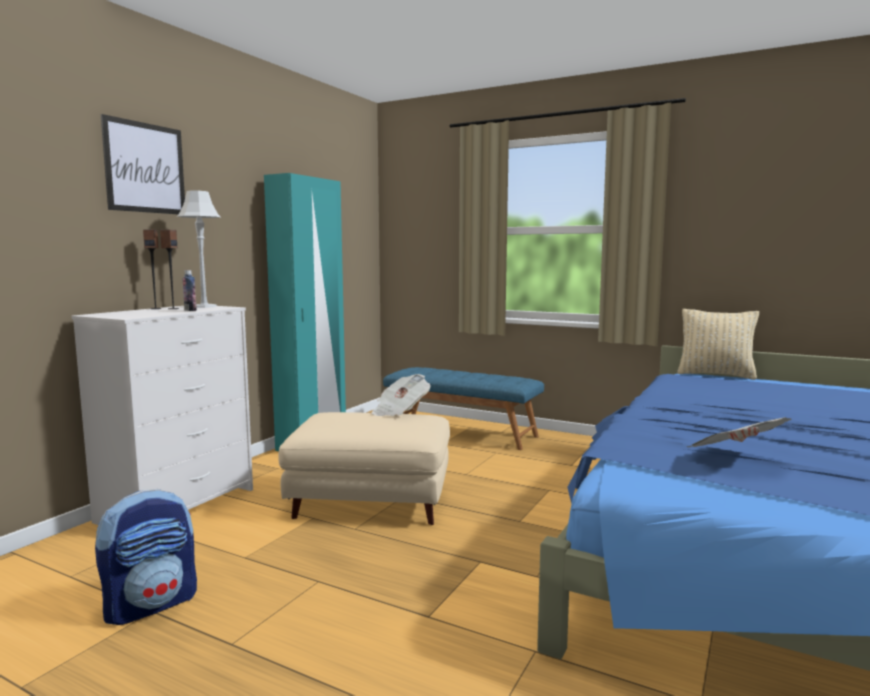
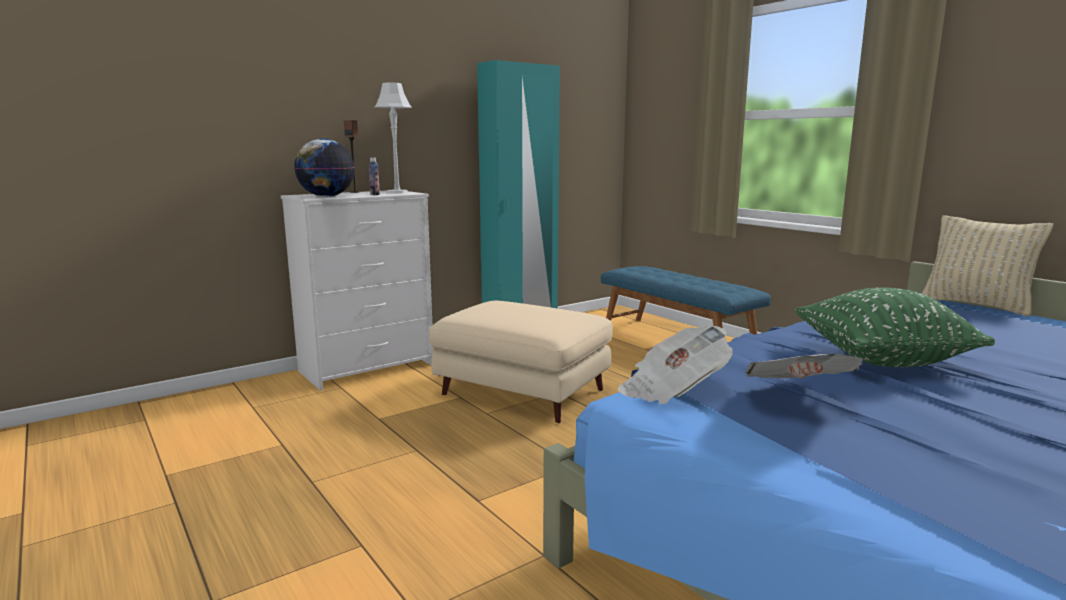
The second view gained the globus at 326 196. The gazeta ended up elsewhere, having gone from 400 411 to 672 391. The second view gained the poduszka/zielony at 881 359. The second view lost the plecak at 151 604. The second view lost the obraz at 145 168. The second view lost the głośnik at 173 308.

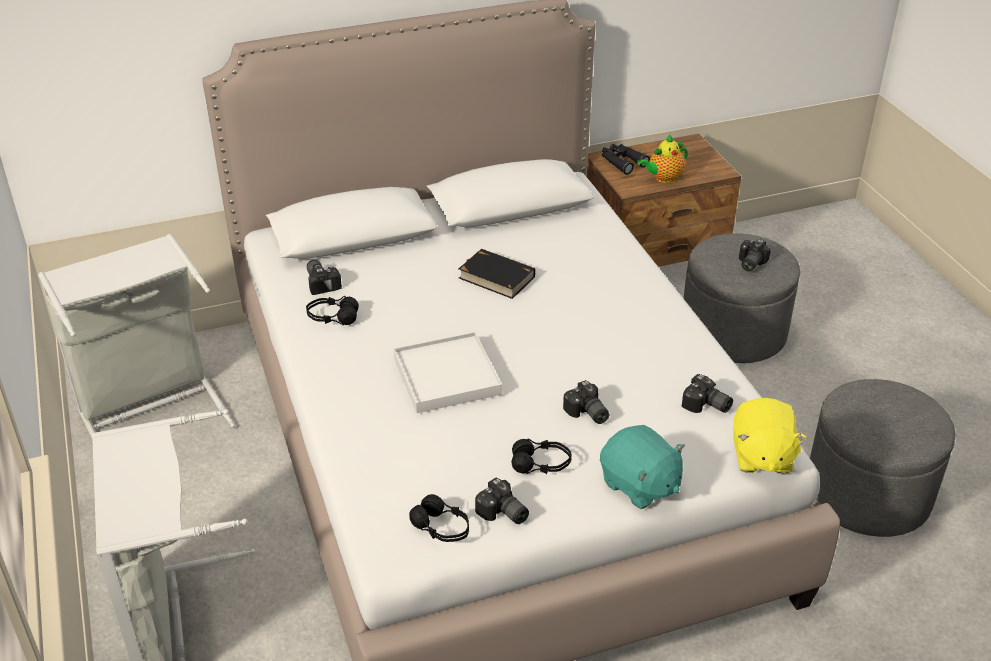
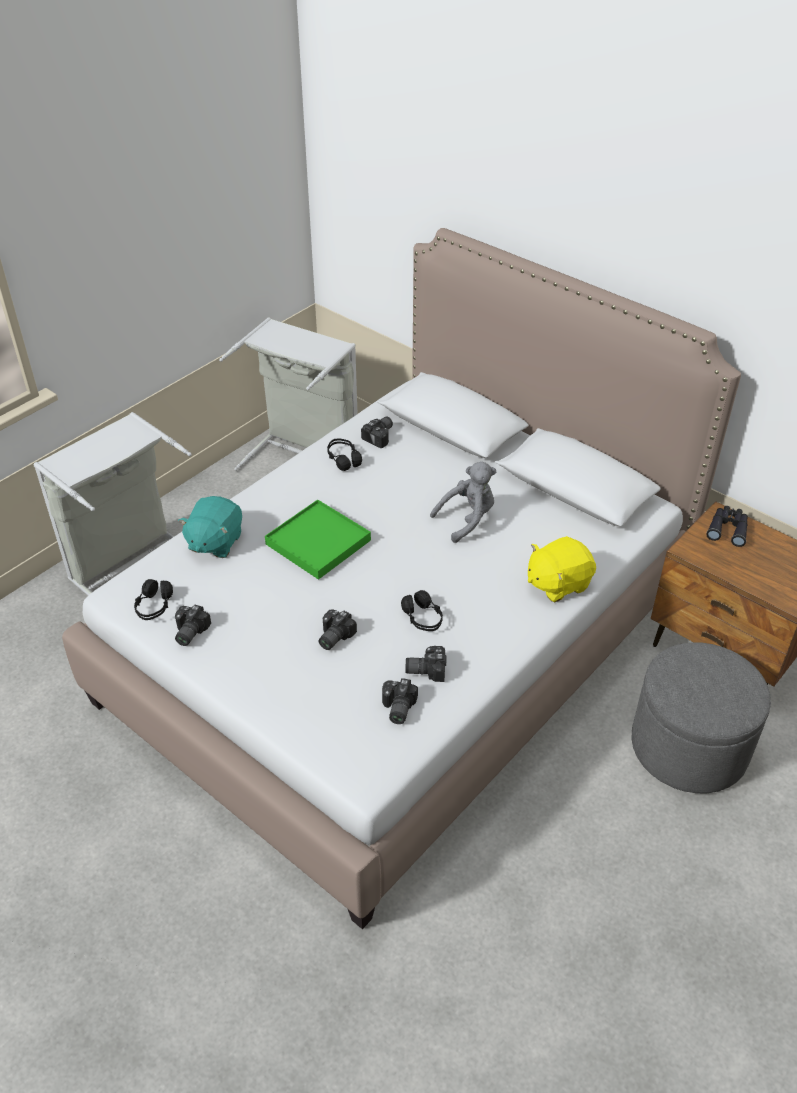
The pluszak/turkusowy ended up elsewhere, having gone from 639 485 to 214 542. What was the taca/biały at 447 376 turned into the taca/zielony at 318 542. The słuchawki/czarny ended up elsewhere, having gone from 541 464 to 423 618. The aparat fotograficzny ended up elsewhere, having gone from 749 263 to 425 669. Where the książka/czarny stood at 496 277, the pluszak/szary came to stand at 467 519. The pluszak/żółty ended up elsewhere, having gone from 761 456 to 557 583. The second view lost the imbryk at 663 178. The second view lost the pufa/szary at 867 493.

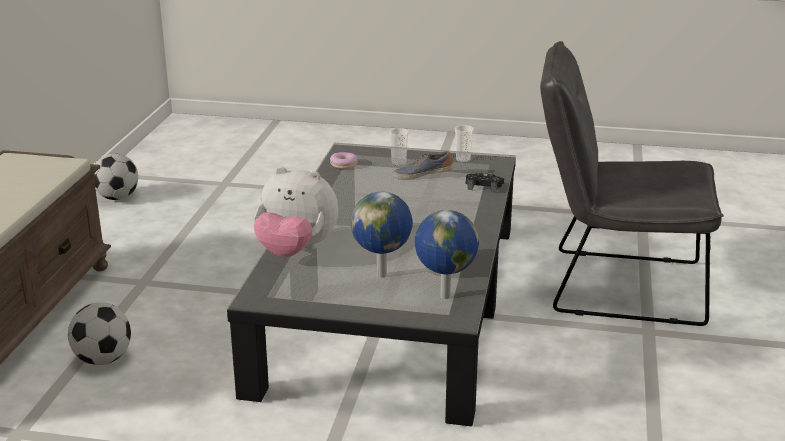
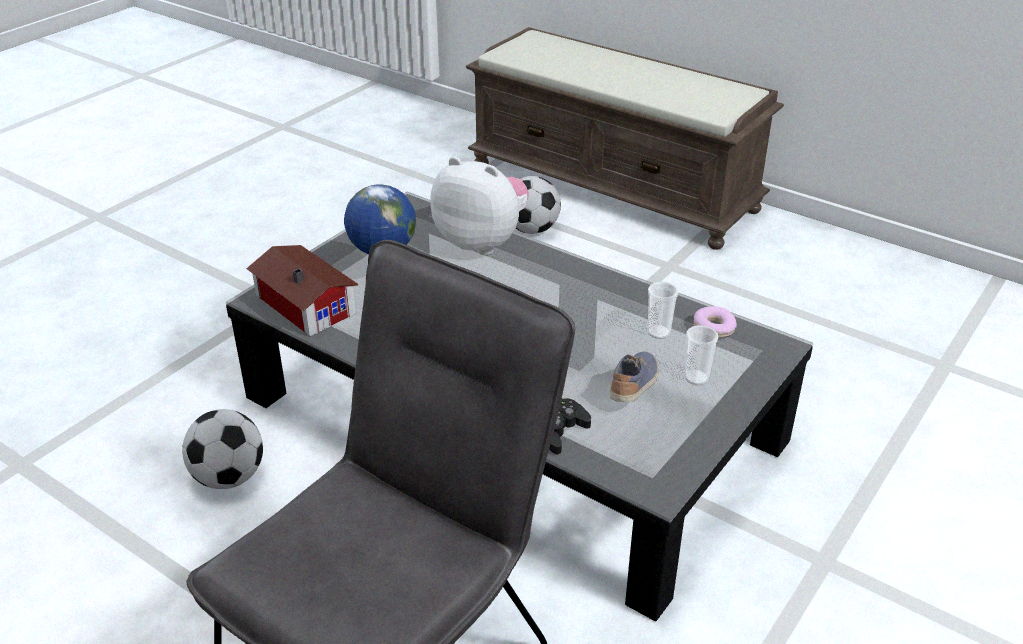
The piłka futbolowa ended up elsewhere, having gone from 118 197 to 229 478. Where the globus stood at 443 296, the domek came to stand at 306 302. The pluszak at 296 251 ended up facing another way, 75 degrees clockwise from before. The filiżanka ended up elsewhere, having gone from 463 159 to 658 332.

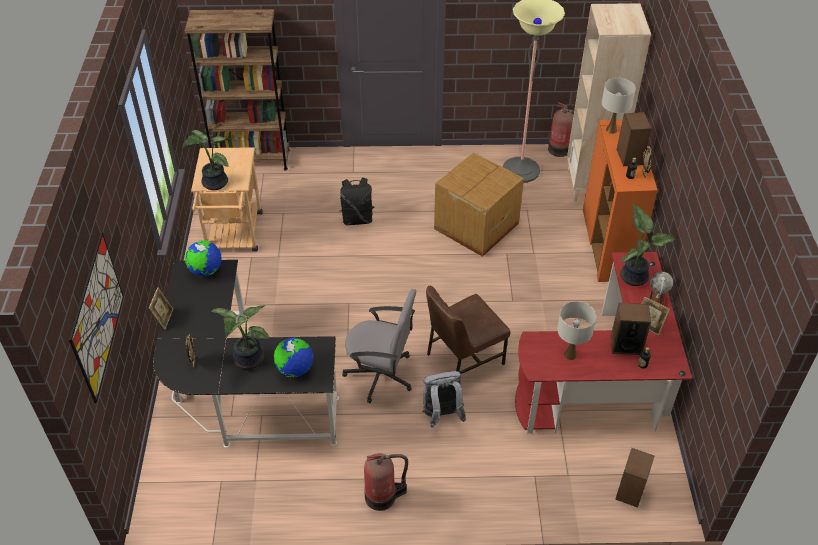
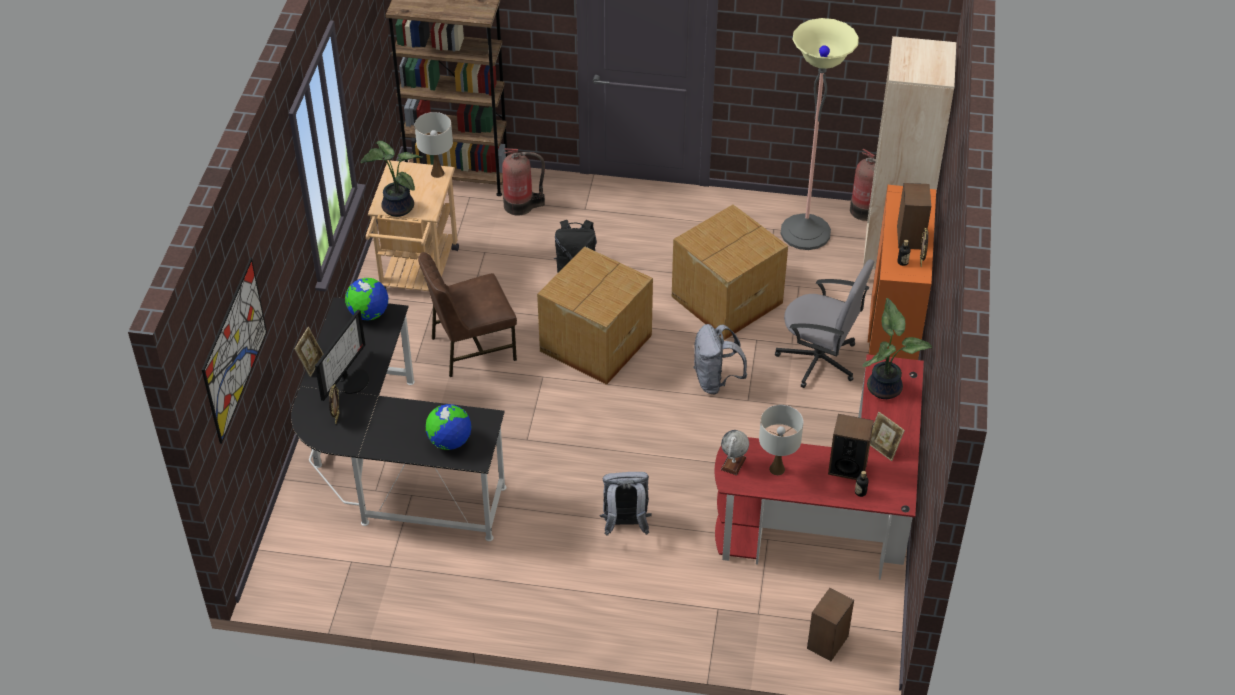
The second view gained the monitor at 352 380. The lampa stołowa/biały ended up elsewhere, having gone from 611 130 to 437 173. The krzesło/brązowy ended up elsewhere, having gone from 463 358 to 471 348. The gaśnica ended up elsewhere, having gone from 383 496 to 521 205. The second view gained the karton at 594 343. The second view gained the plecak/szary at 716 381. The globus ended up elsewhere, having gone from 657 299 to 733 463. The krzesło biurowe/szary ended up elsewhere, having gone from 381 375 to 819 360. The second view lost the roślina doniczkowa at 247 360.

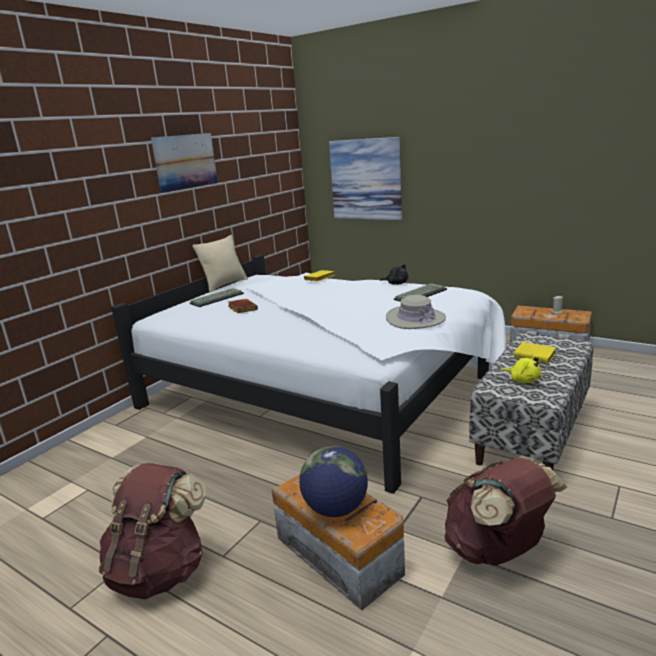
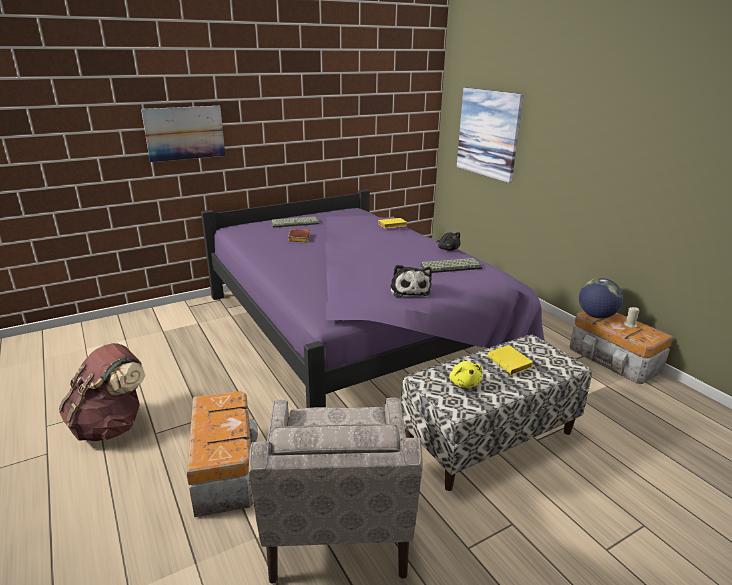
The obraz ended up elsewhere, having gone from 185 161 to 185 133. What was the łóżko/biały at 325 388 turned into the łóżko/fioletowy at 358 329. Where the plecak/brązowy stood at 497 550, the fotel/beżowy came to stand at 337 524. Where the kapelusz/beżowy stood at 415 318, the pluszak came to stand at 409 290. The globus ended up elsewhere, having gone from 335 509 to 596 316. The second view lost the poduszka/beżowy at 224 284.

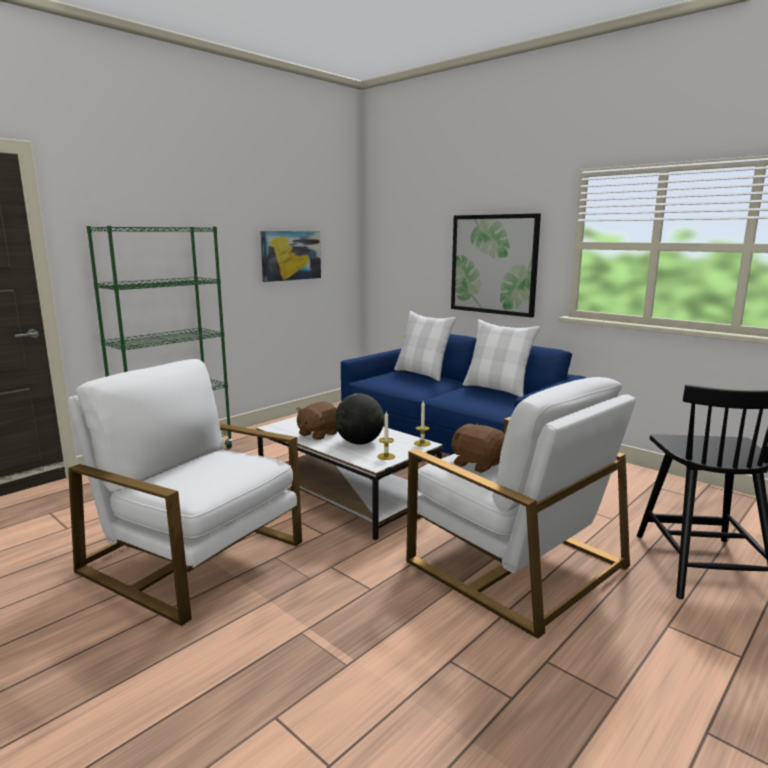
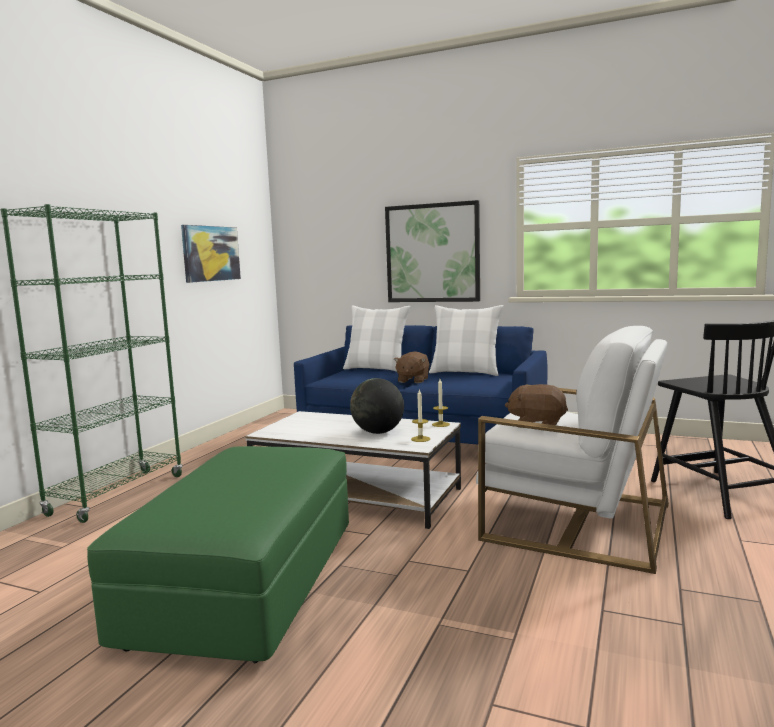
Where the fotel/biały stood at 196 556, the pufa/zielony came to stand at 246 583. The pluszak/brązowy ended up elsewhere, having gone from 318 434 to 412 380.

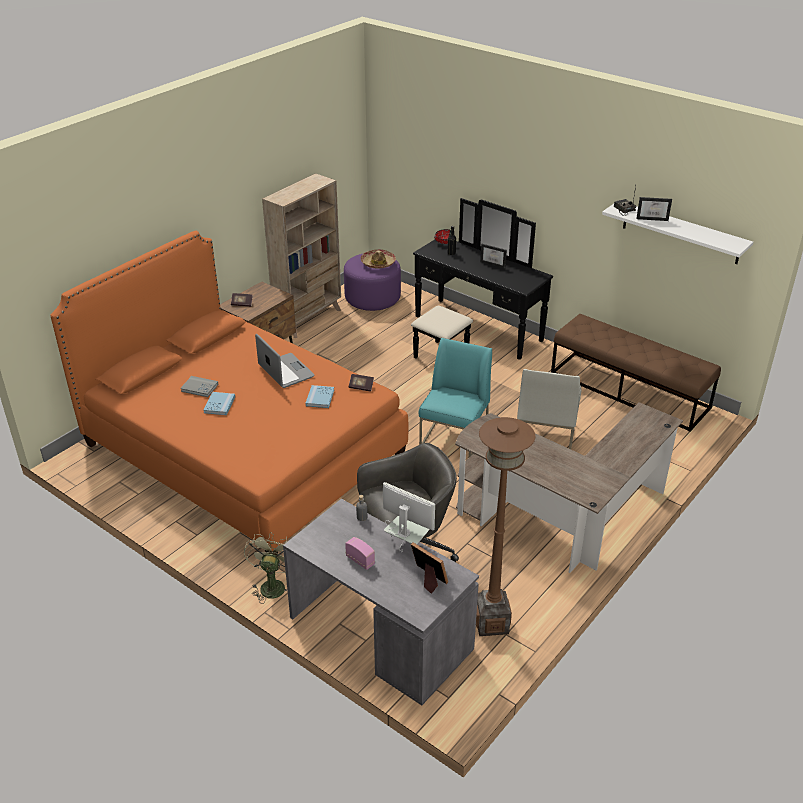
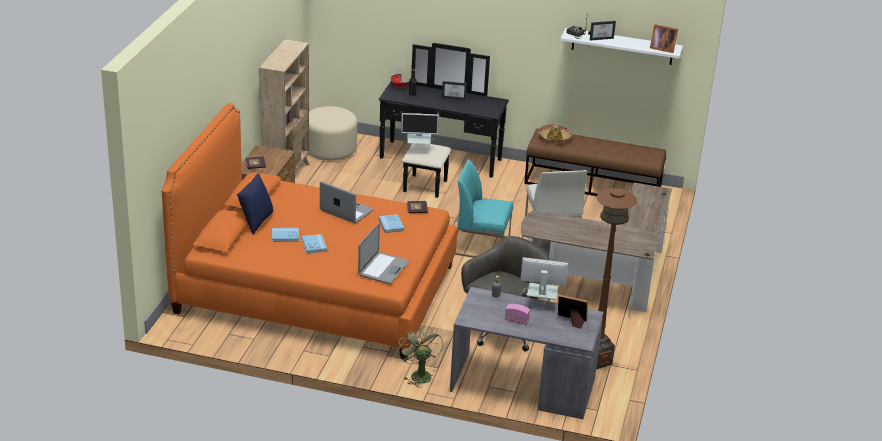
The second view gained the poduszka/niebieski at 256 222. What was the książka/szary at 199 388 turned into the książka/niebieski at 285 236. What was the pufa/fioletowy at 372 298 turned into the pufa/beżowy at 330 149. The second view gained the laptop at 383 268. The second view gained the monitor at 418 149. The krzesło/turkusowy at 454 438 ended up facing another way, 75 degrees counterclockwise from before. The kapelusz ended up elsewhere, having gone from 378 263 to 554 137. The second view gained the ramka na zdjęcie at 661 48.

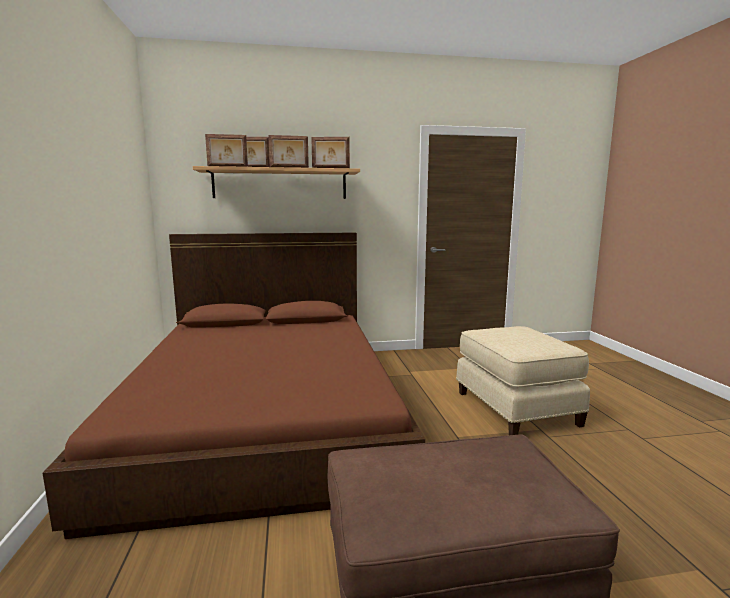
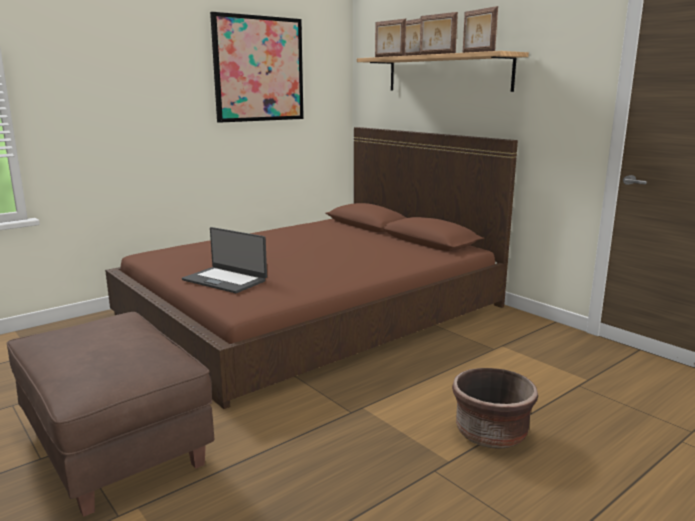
The second view gained the laptop at 225 280. The second view gained the obraz at 259 69. Where the pufa/beżowy stood at 514 408, the donica/brązowy came to stand at 490 433.

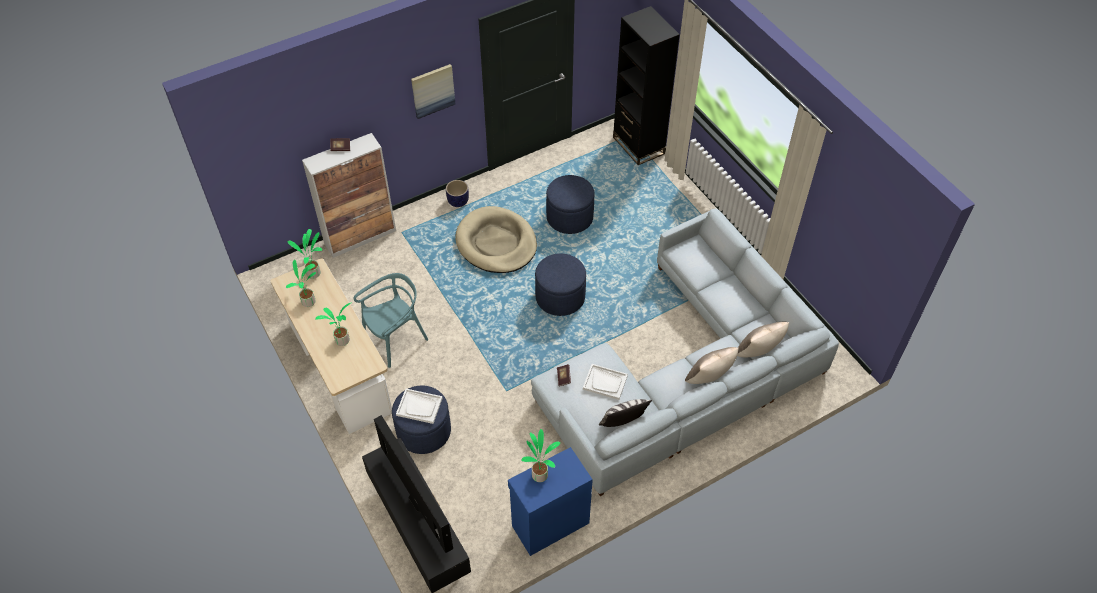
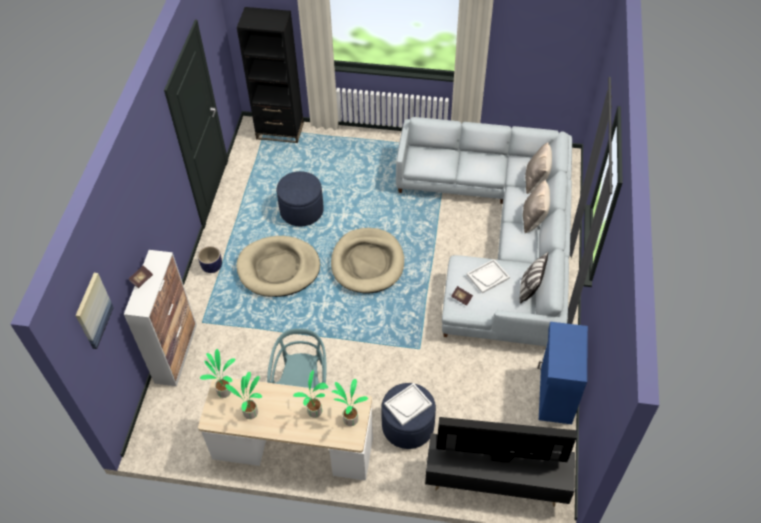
The obraz ended up elsewhere, having gone from 433 90 to 93 310. Where the pufa/niebieski stood at 560 297, the legowisko/beżowy came to stand at 367 263. The roślina doniczkowa ended up elsewhere, having gone from 540 474 to 350 418.

